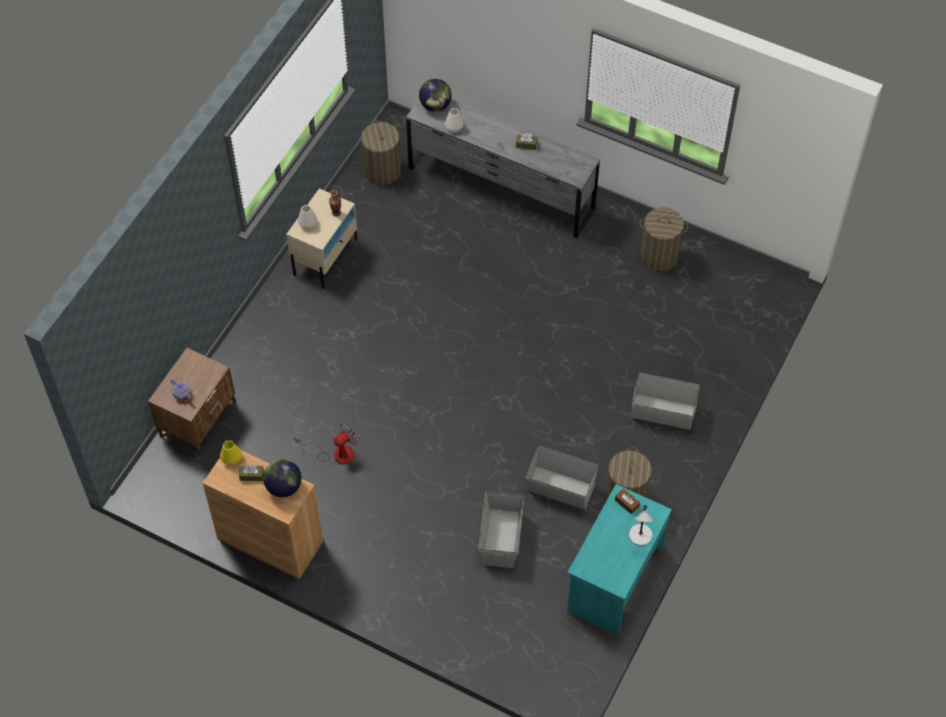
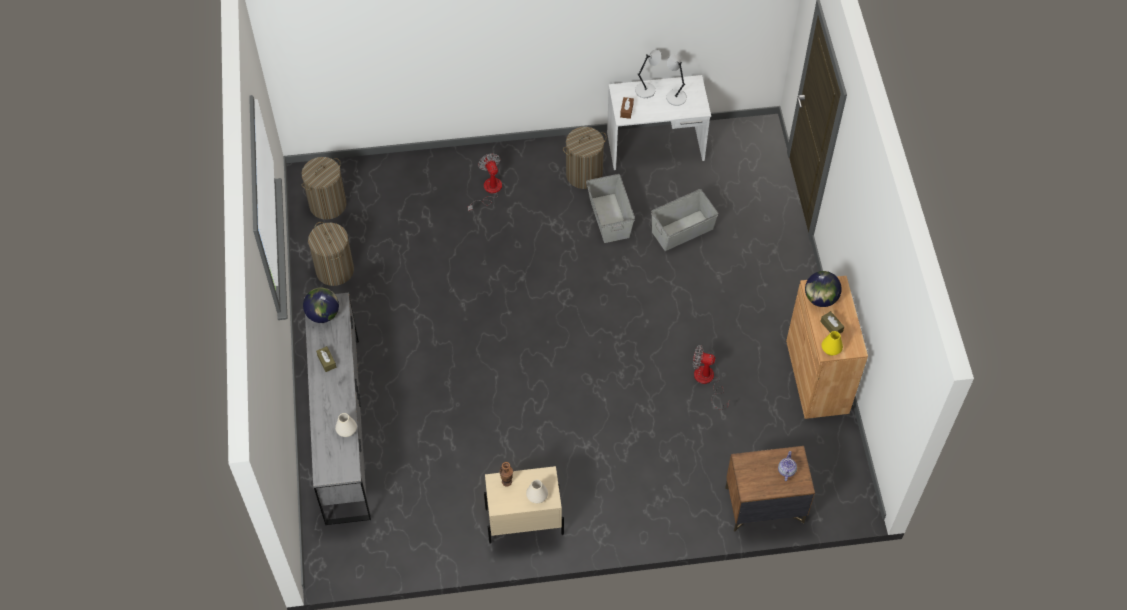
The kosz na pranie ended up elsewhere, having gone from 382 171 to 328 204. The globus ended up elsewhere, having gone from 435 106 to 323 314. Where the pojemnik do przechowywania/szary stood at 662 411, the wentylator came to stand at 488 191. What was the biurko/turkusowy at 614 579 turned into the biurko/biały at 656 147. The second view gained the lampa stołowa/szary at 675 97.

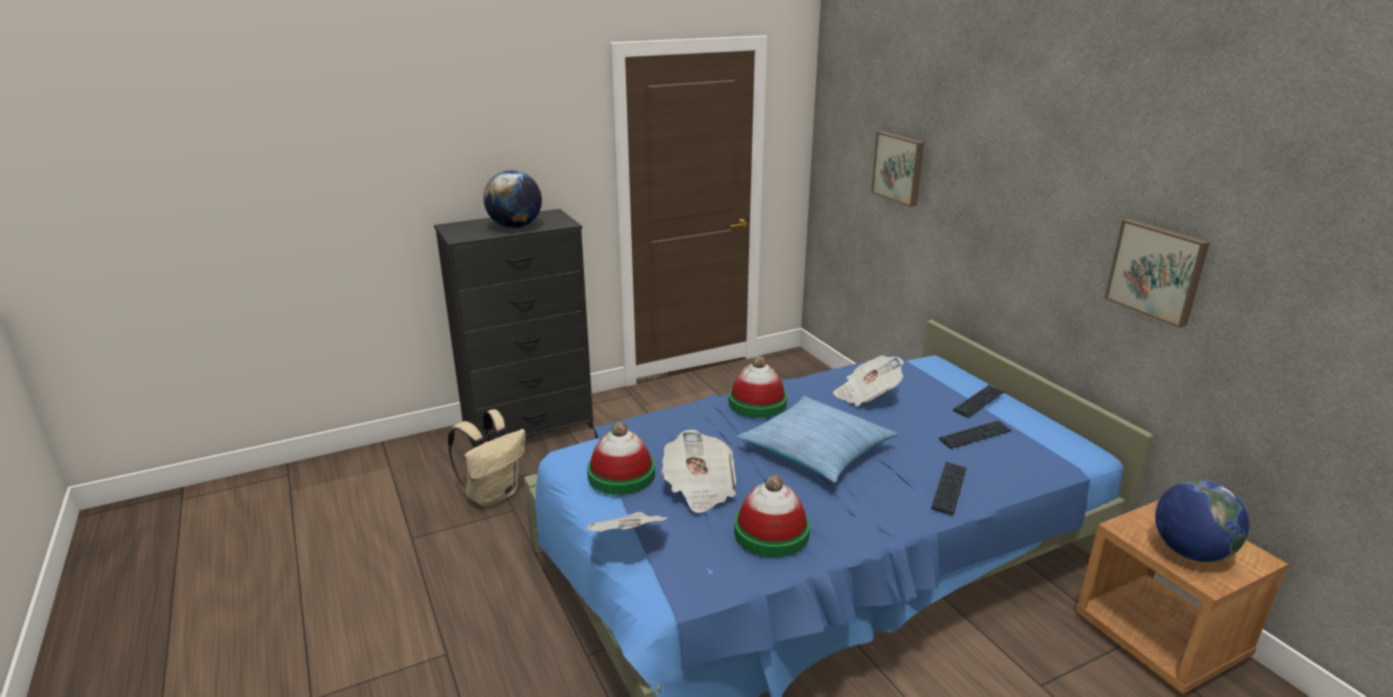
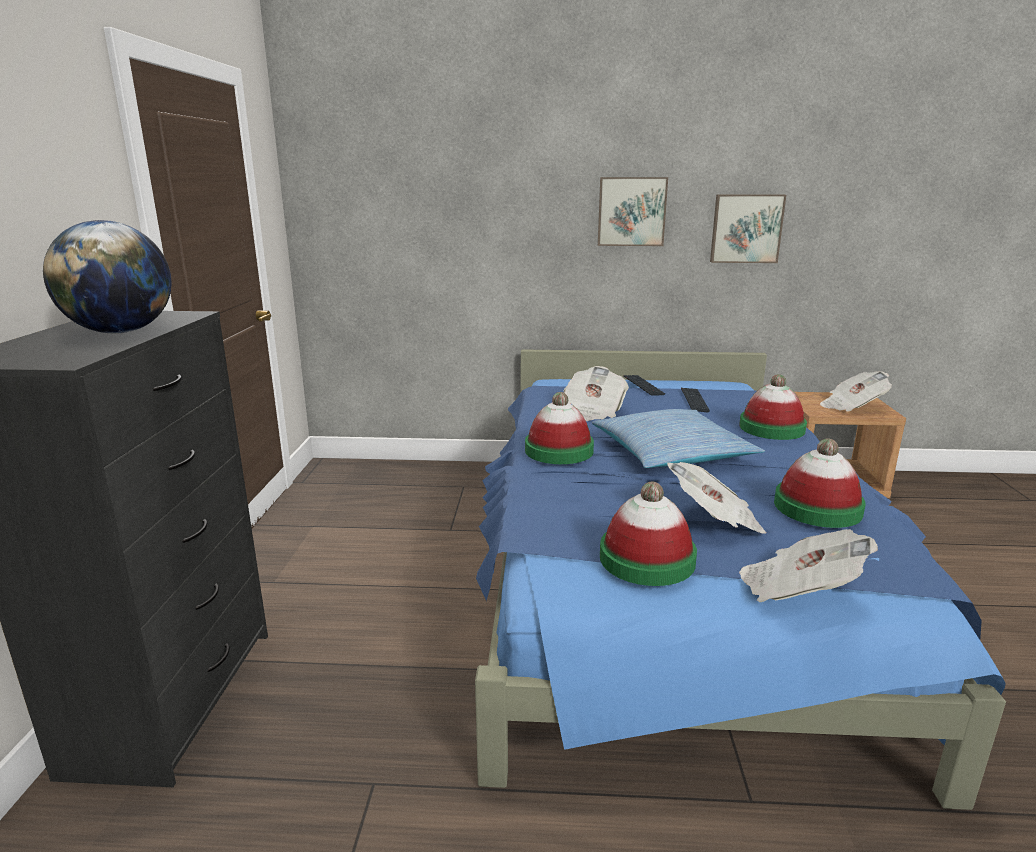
The obraz ended up elsewhere, having gone from 899 168 to 631 211. Where the klawiatura stood at 949 488, the kapelusz came to stand at 771 428. Where the globus stood at 1190 552, the gazeta came to stand at 852 406. The second view lost the plecak/beżowy at 493 494.

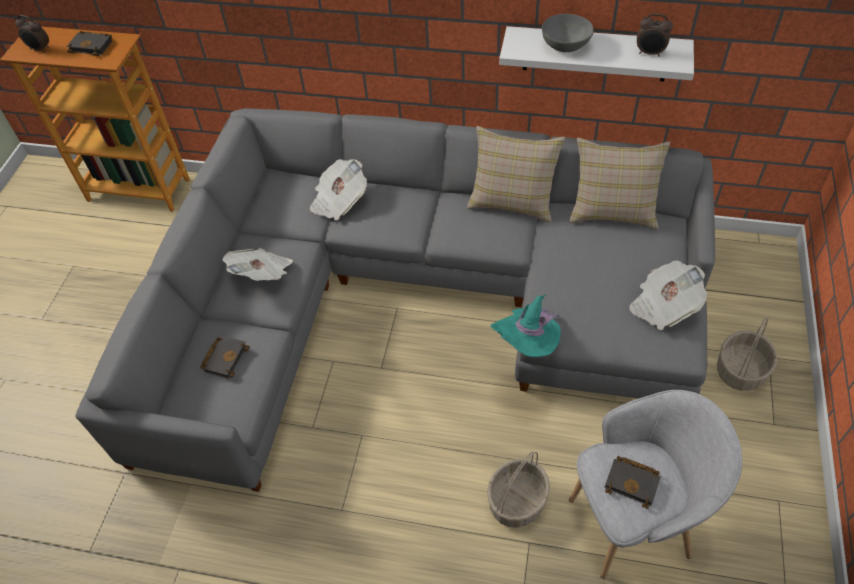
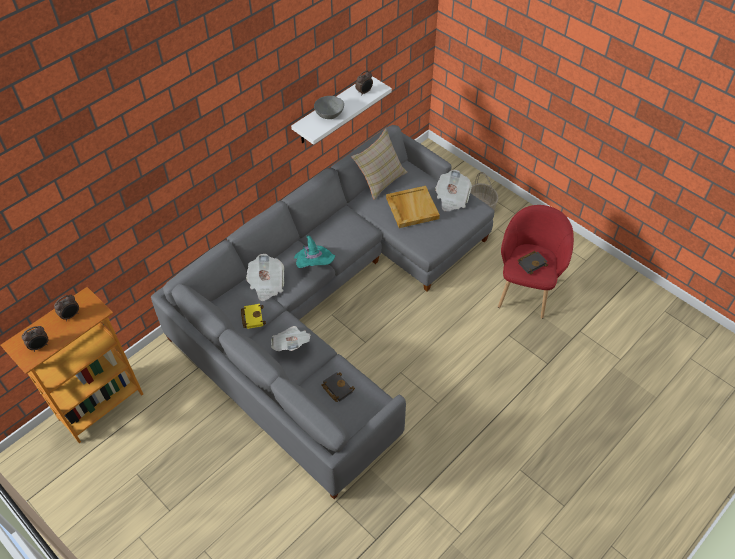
Where the książka/czarny stood at 93 46, the budzik came to stand at 71 315. The second view gained the książka/żółty at 252 317. The kapelusz/turkusowy ended up elsewhere, having gone from 528 344 to 314 265. The second view gained the taca/beżowy at 411 208. What was the fotel/szary at 632 523 turned into the fotel/czerwony at 525 291. The second view lost the poduszka/beżowy at 513 200. The second view lost the koszyk at 517 501.

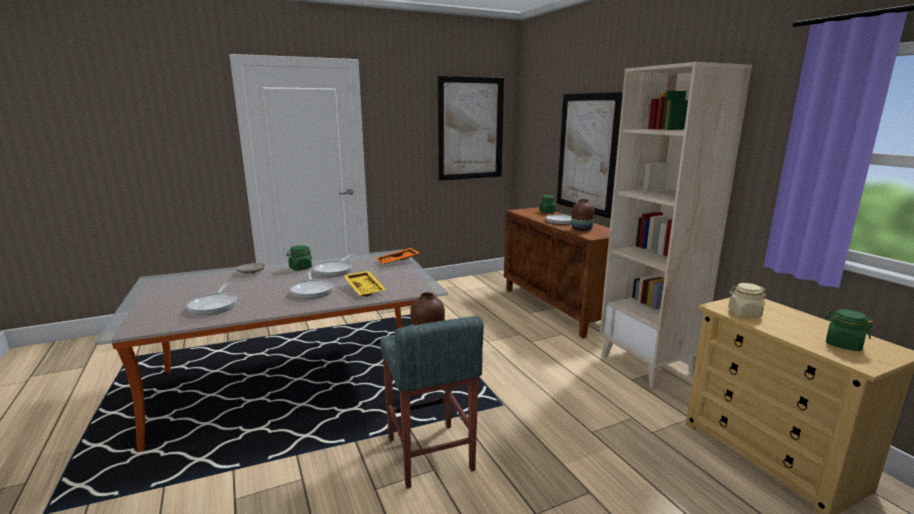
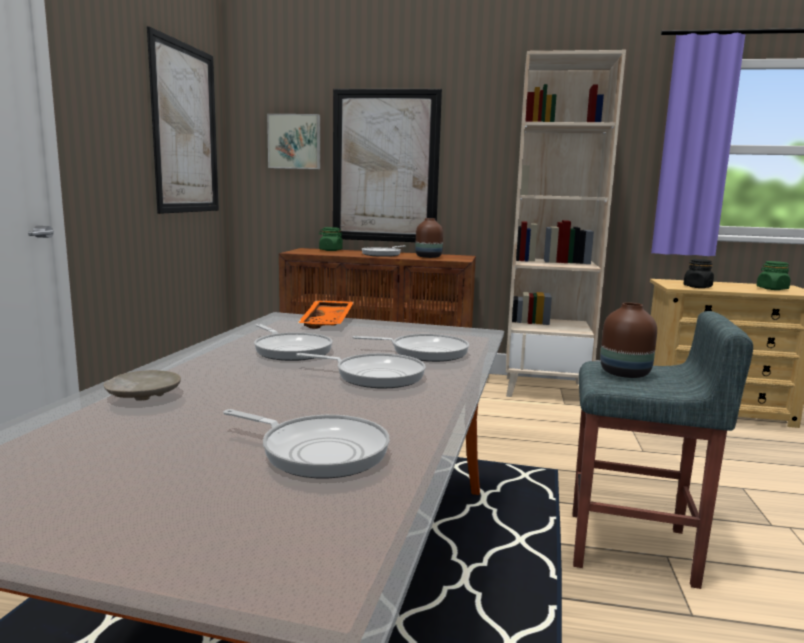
The second view gained the obraz at 295 142. Where the taca/żółty stood at 365 289, the patelnia came to stand at 424 352. What was the słoik/beżowy at 744 313 turned into the słoik/czarny at 697 287. The second view lost the słoik/zielony at 300 268.

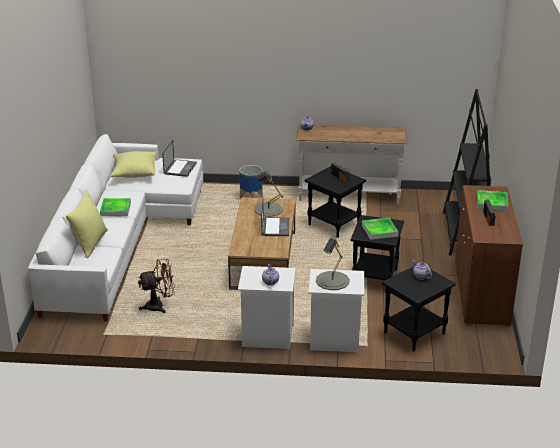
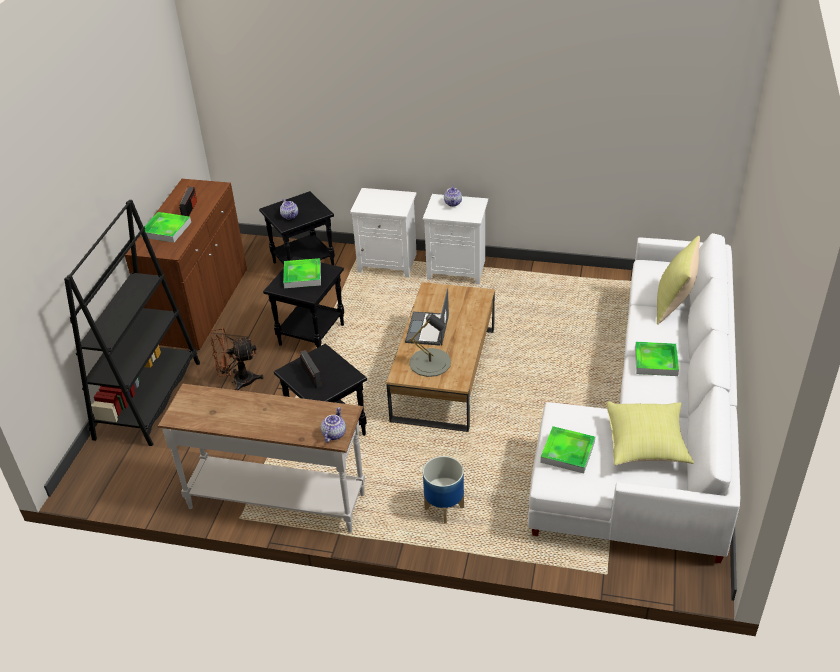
The wentylator/brązowy ended up elsewhere, having gone from 159 306 to 238 381. Where the laptop stood at 180 168, the taca came to stand at 567 452. The second view lost the lampa stołowa/szary at 332 281.

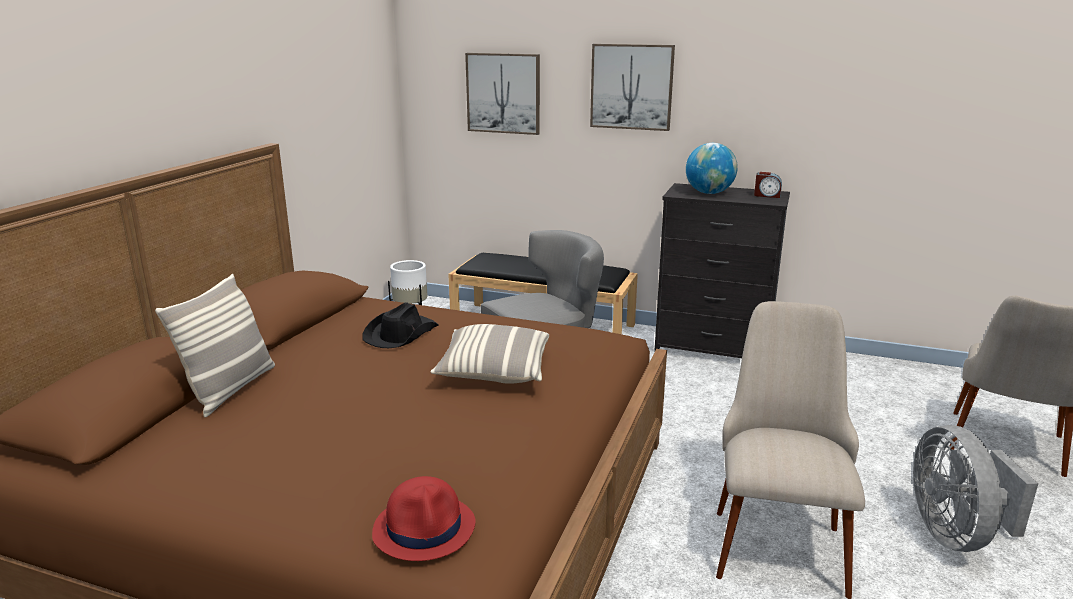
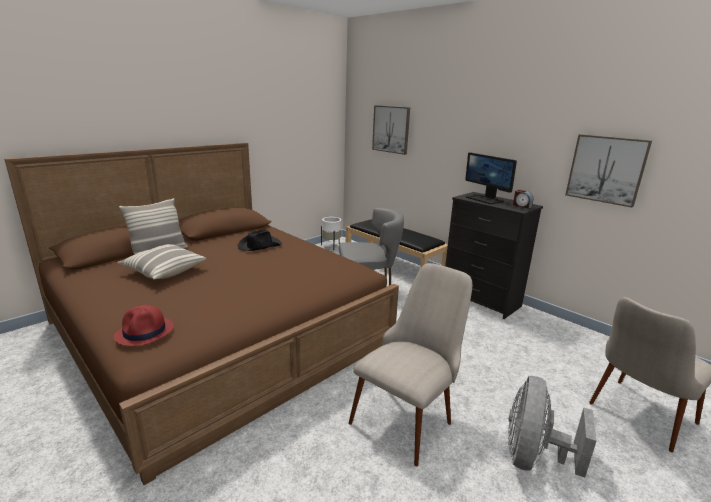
The poduszka ended up elsewhere, having gone from 494 371 to 164 271. Where the globus stood at 709 193, the monitor came to stand at 485 199. The obraz ended up elsewhere, having gone from 631 87 to 606 169.

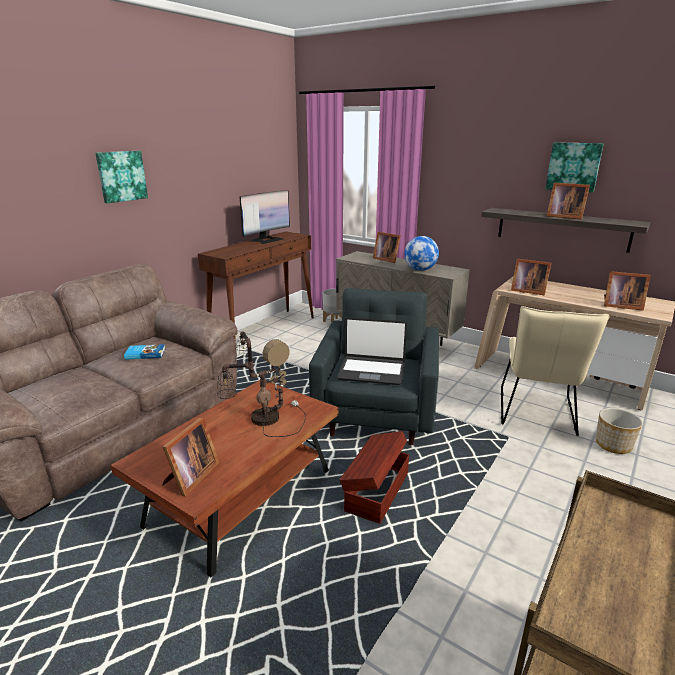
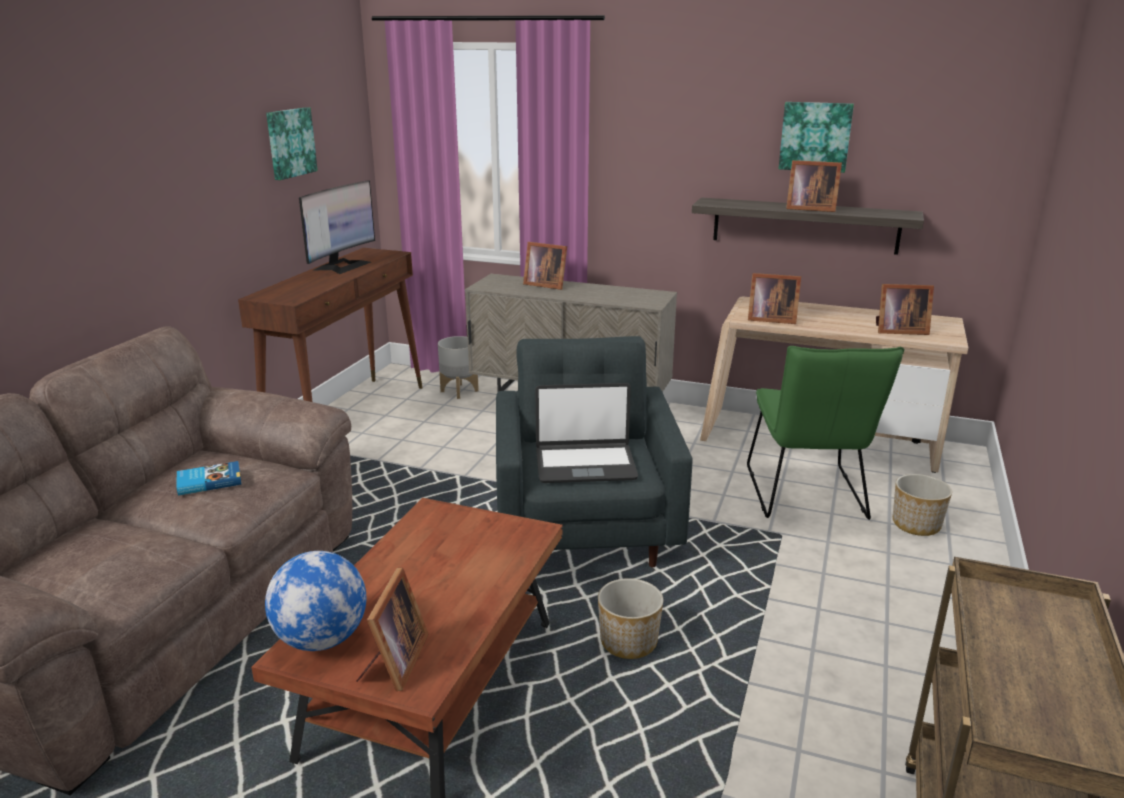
The globus ended up elsewhere, having gone from 420 270 to 322 639. The obraz ended up elsewhere, having gone from 121 176 to 290 143. Where the pojemnik do przechowywania/brązowy stood at 375 492, the donica came to stand at 629 642. What was the krzesło/beżowy at 536 414 turned into the krzesło/zielony at 807 497. The second view lost the lampa stołowa at 263 418.

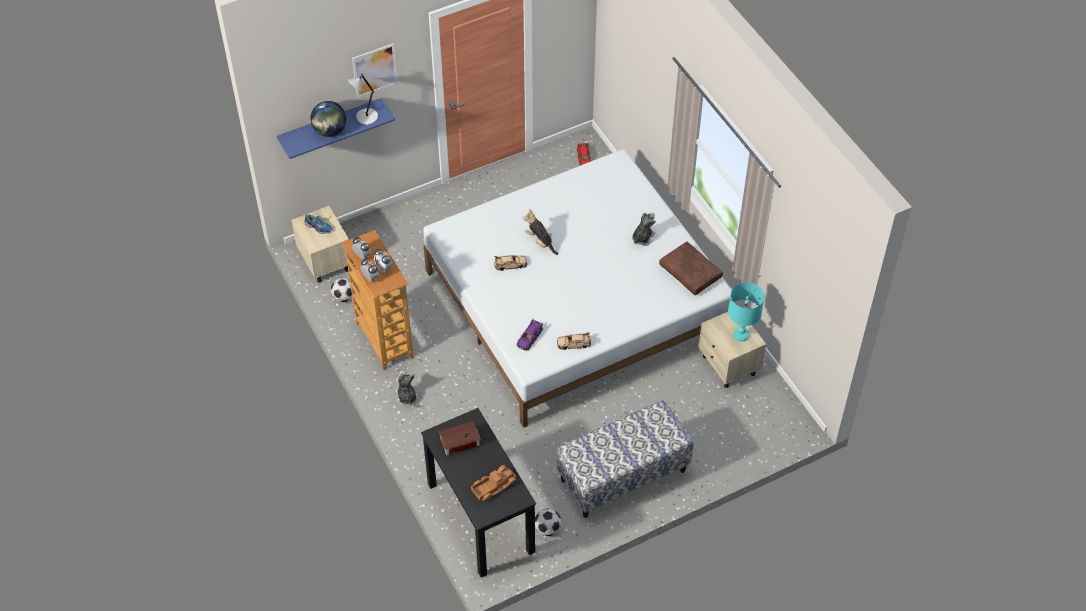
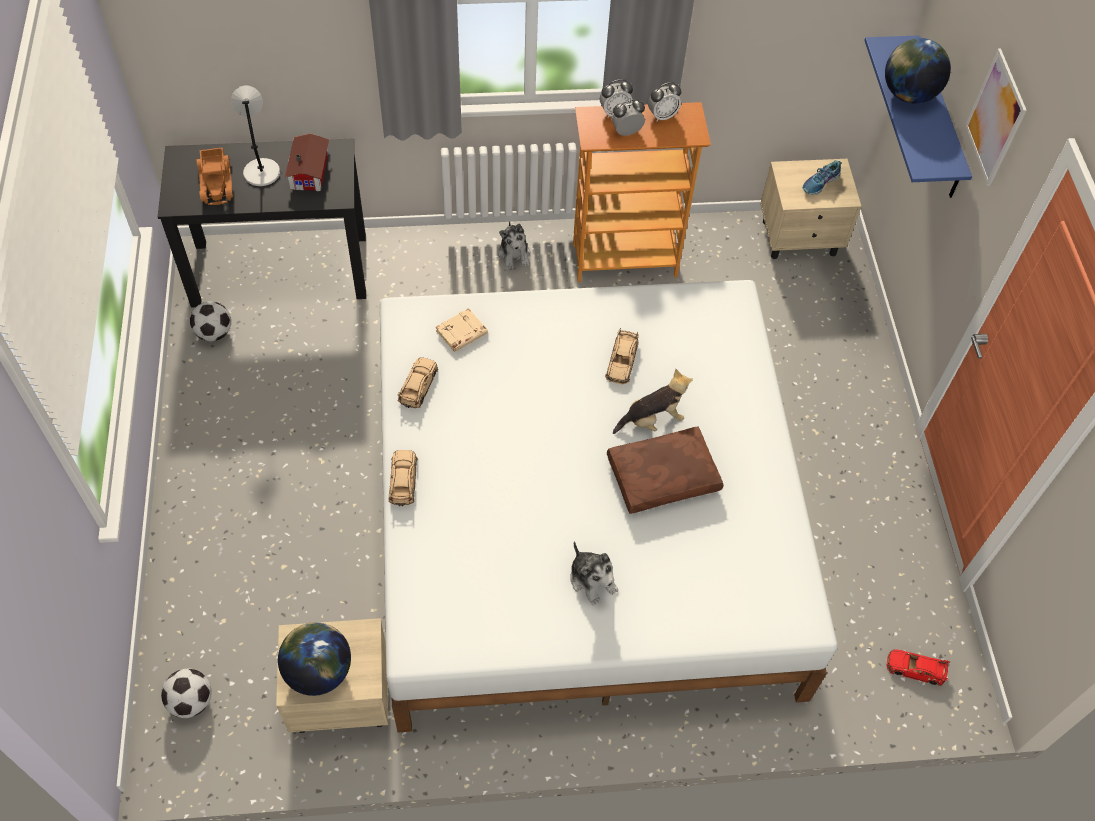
The piłka futbolowa ended up elsewhere, having gone from 344 297 to 191 701. The lampa stołowa/szary ended up elsewhere, having gone from 366 117 to 261 171. Where the lampa stołowa/turkusowy stood at 740 335, the globus came to stand at 319 671. The second view gained the samochodzik/beżowy at 403 480. Where the samochodzik/fioletowy stood at 529 338, the książka/beżowy came to stand at 461 333. The pluszak at 406 397 ended up facing another way, 75 degrees clockwise from before. The poduszka/brązowy ended up elsewhere, having gone from 691 272 to 662 478. The second view lost the ławka at 623 476.

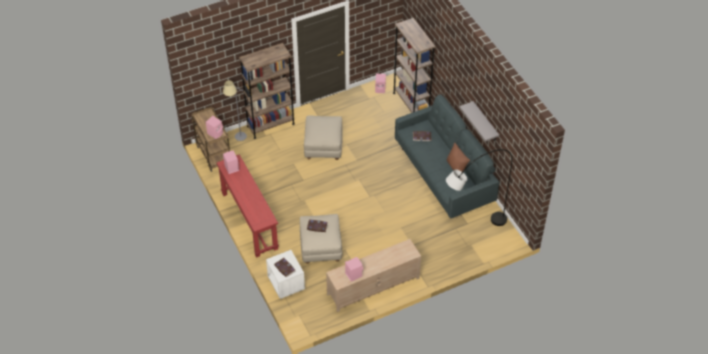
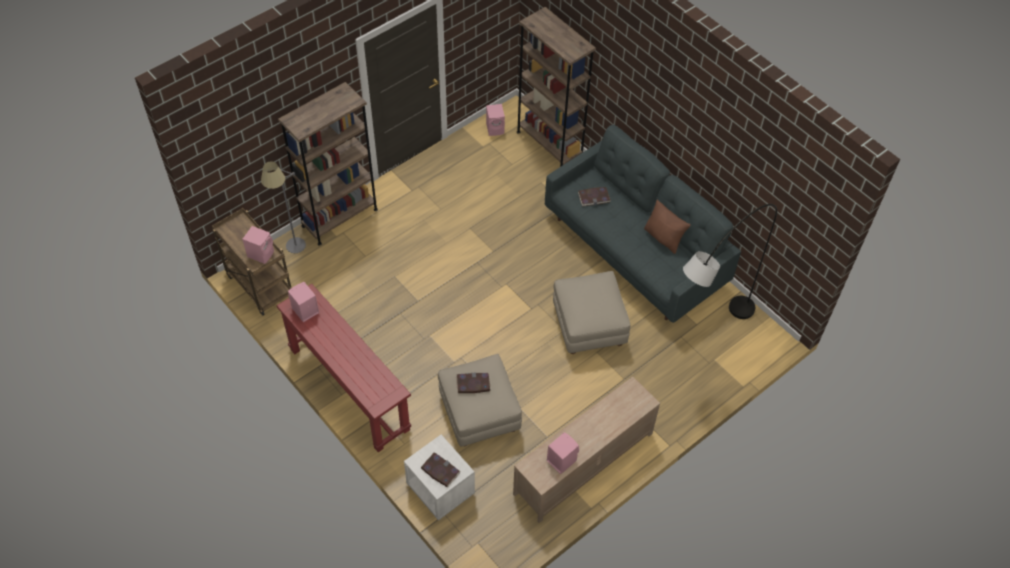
The pufa/beżowy ended up elsewhere, having gone from 323 147 to 588 326. The second view lost the półka/szary at 485 122.

